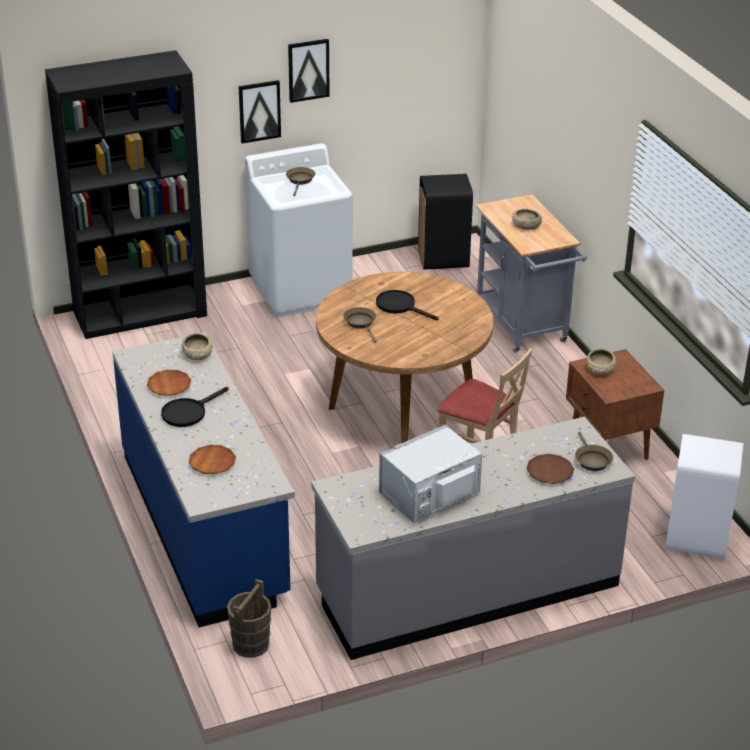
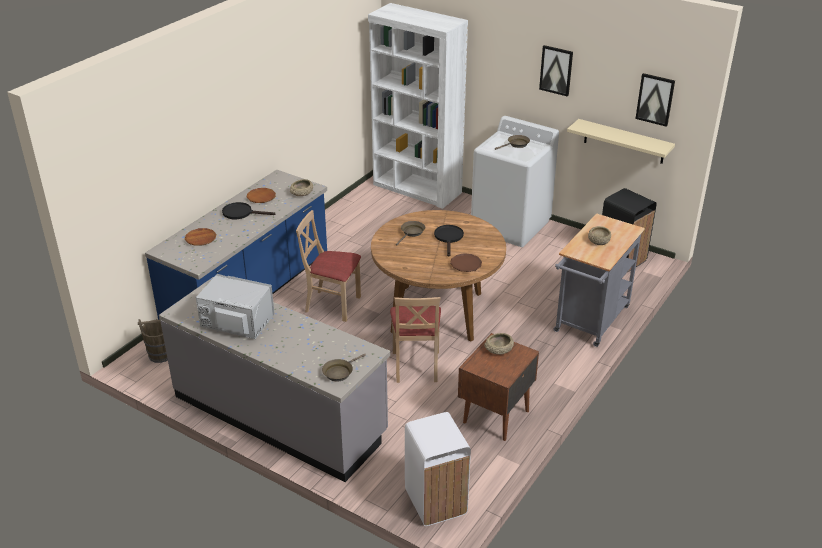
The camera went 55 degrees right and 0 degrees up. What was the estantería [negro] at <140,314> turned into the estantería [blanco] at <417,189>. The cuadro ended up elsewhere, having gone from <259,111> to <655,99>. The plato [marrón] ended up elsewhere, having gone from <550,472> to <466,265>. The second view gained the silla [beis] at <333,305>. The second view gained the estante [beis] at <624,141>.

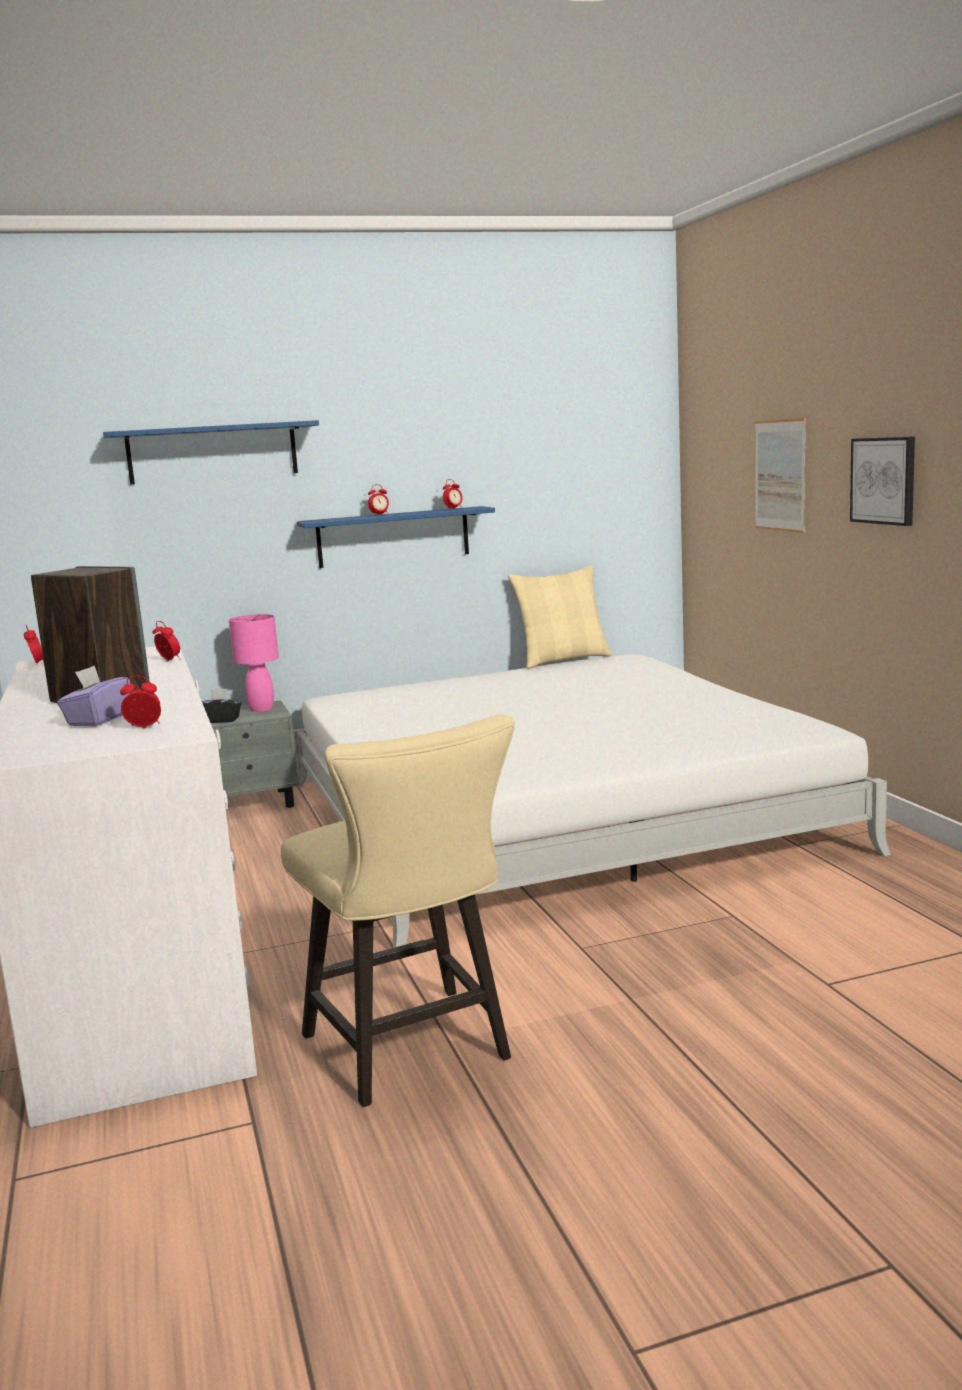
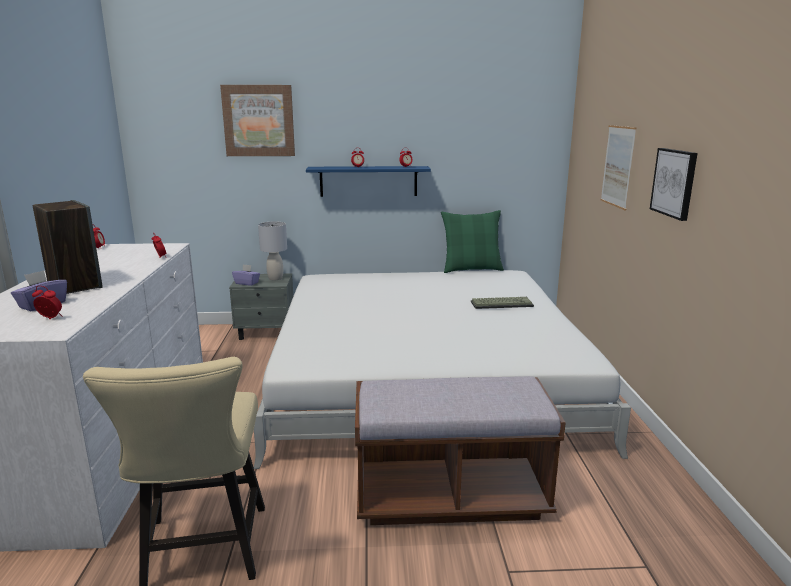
The camera went 15 degrees right and 5 degrees up. Where the estante [azul] hung at <212,452>, the cuadro came to hang at <259,121>. What was the caja de pañuelos [negro] at <220,720> turned into the caja de pañuelos [morado] at <247,283>. What was the lámpara de mesa [rosa] at <261,709> turned into the lámpara de mesa [gris] at <275,278>. What was the cojín [beis] at <563,660> turned into the cojín [verde] at <471,269>. The second view gained the banco [marrón] at <450,497>. The second view gained the teclado at <502,304>.

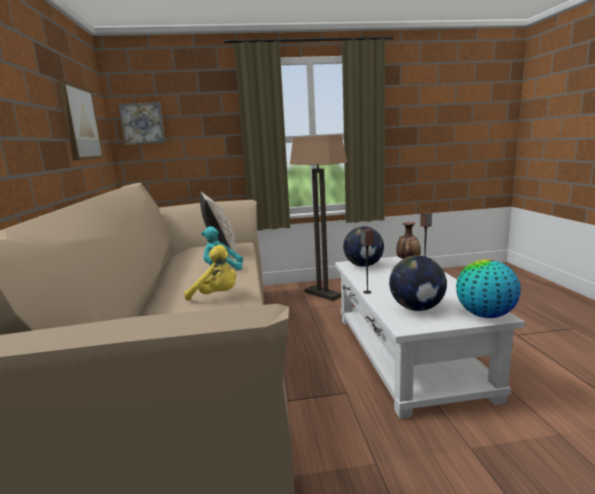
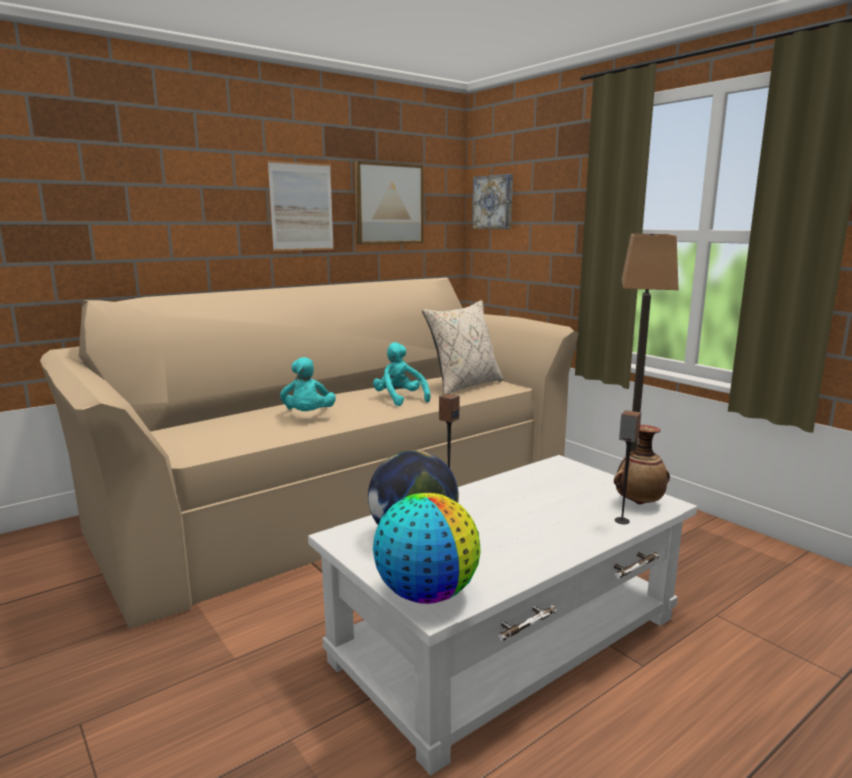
The camera went 60 degrees right and 0 degrees up. What was the peluche [amarillo] at <217,296> turned into the peluche [turquesa] at <308,416>. The second view lost the globo terráqueo at <363,265>. The second view gained the cuadro at <301,207>.

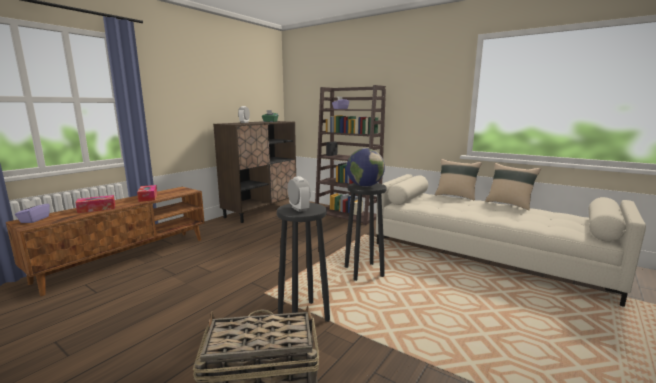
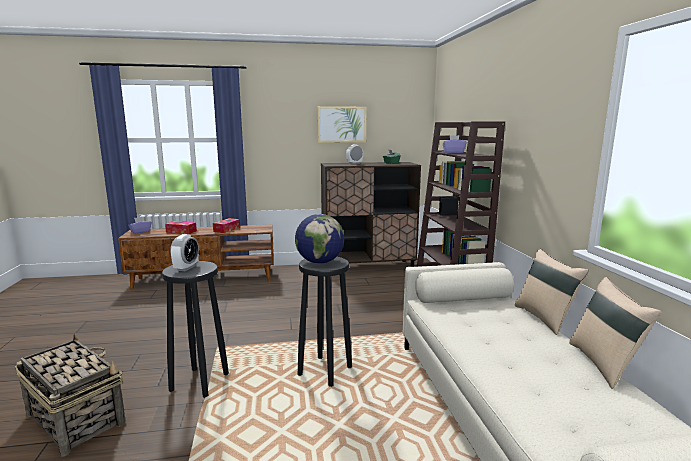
The camera went 45 degrees right and 0 degrees up. The second view gained the cuadro at <341,124>.

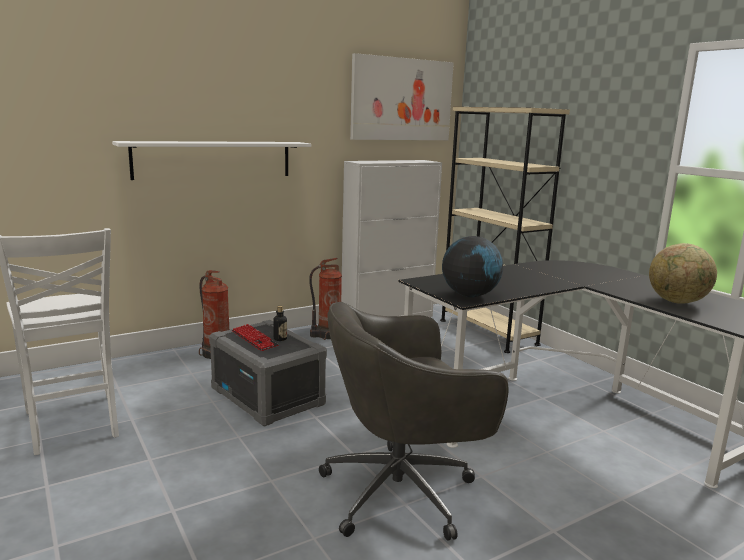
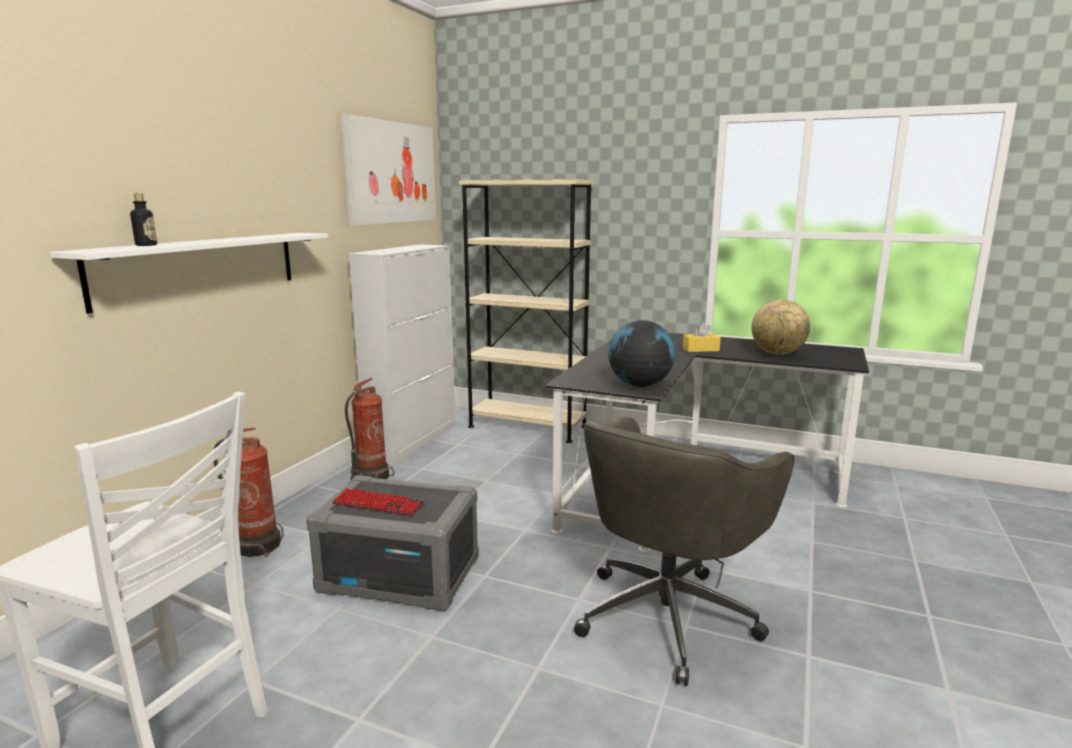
The camera went 35 degrees left and 0 degrees up. The botella ended up elsewhere, having gone from <280,339> to <146,245>. The second view gained the caja de pañuelos [amarillo] at <700,349>.

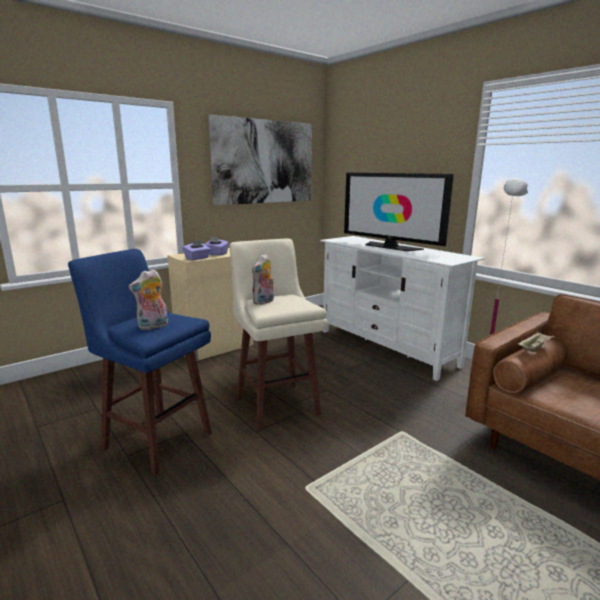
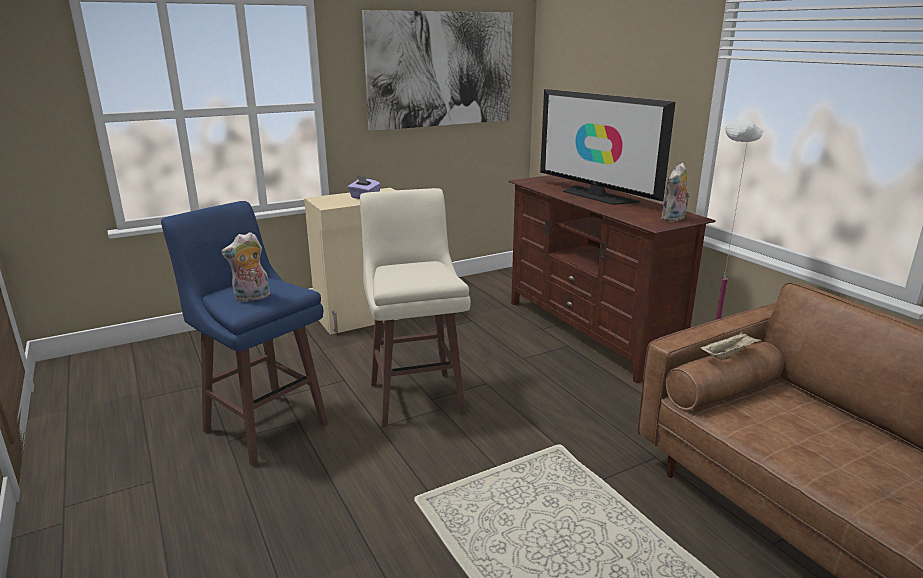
The camera went 10 degrees right and 5 degrees up. The second view lost the caja de pañuelos [morado] at <197,258>. The peluche ended up elsewhere, having gone from <264,302> to <674,219>. What was the mueble de televisión [blanco] at <387,347> turned into the mueble de televisión [marrón] at <589,332>.

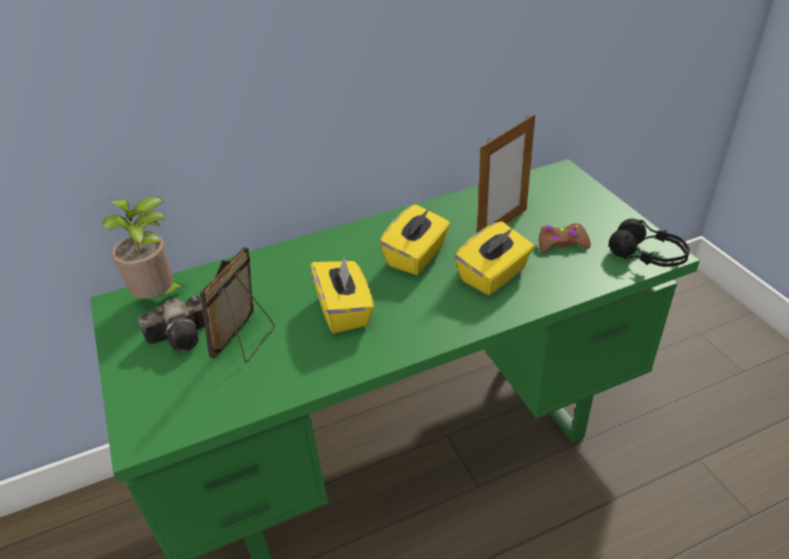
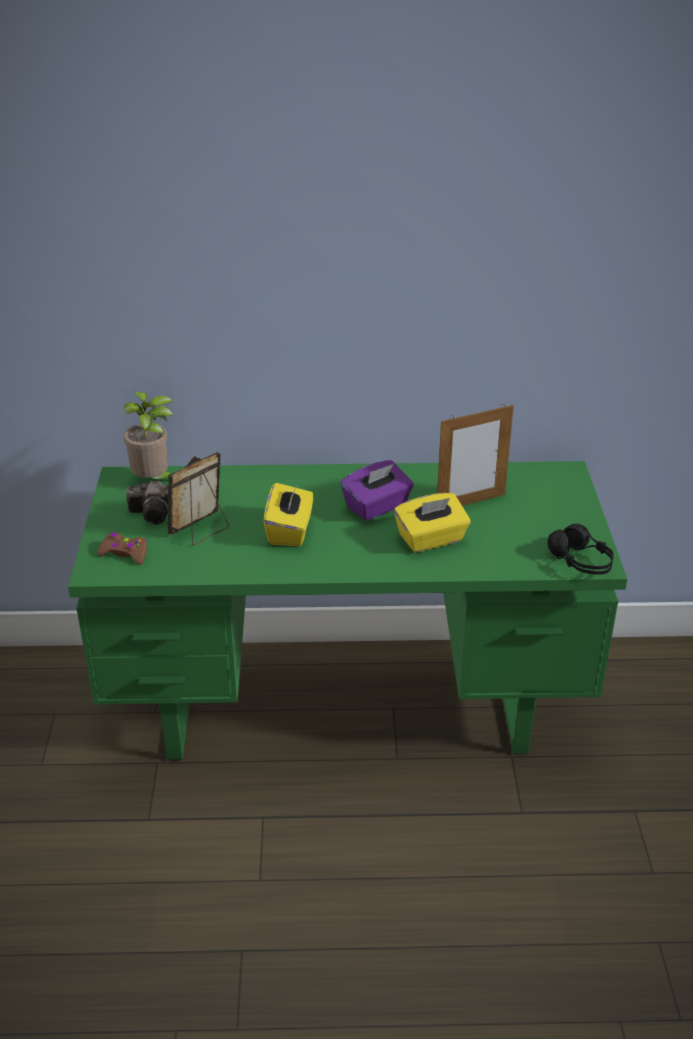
The camera went 20 degrees right and 5 degrees down. What was the caja de pañuelos [amarillo] at <416,256> turned into the caja de pañuelos [morado] at <377,507>. The mando de consola [marrón] ended up elsewhere, having gone from <561,243> to <124,553>.

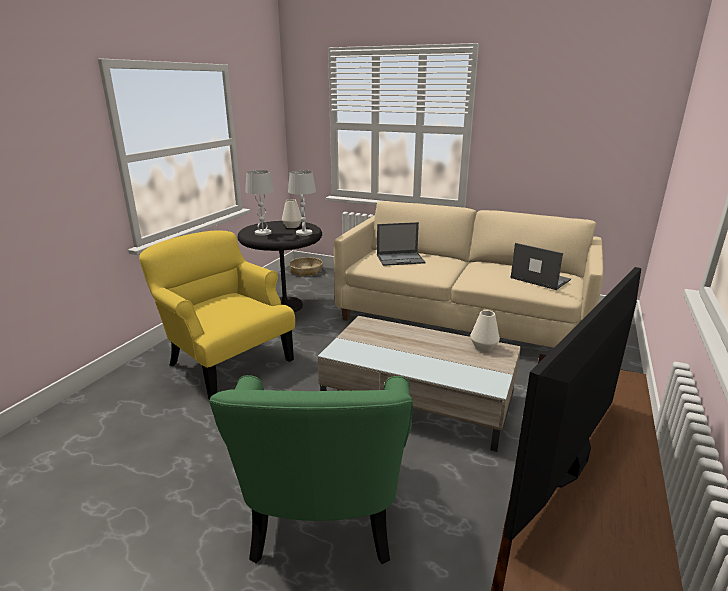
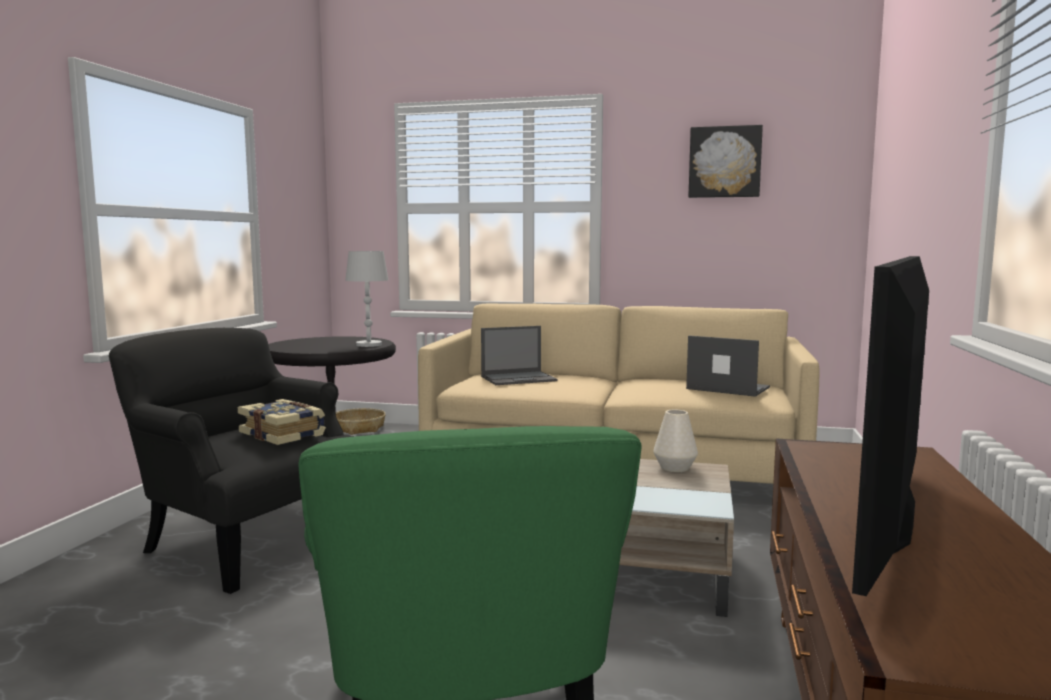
The camera went 10 degrees left and 15 degrees down. What was the sillón [amarillo] at <227,362> turned into the sillón [negro] at <248,541>. The second view lost the lámpara de mesa [blanco] at <263,233>. The second view lost the florero [blanco] at <292,226>. The second view gained the libro at <283,434>. The second view gained the cuadro at <724,162>.

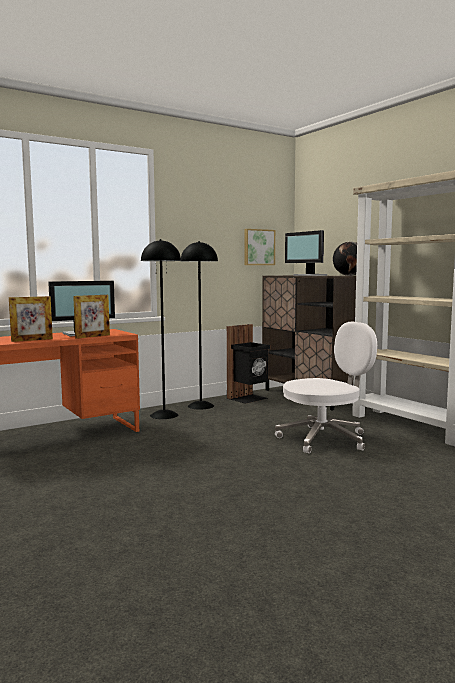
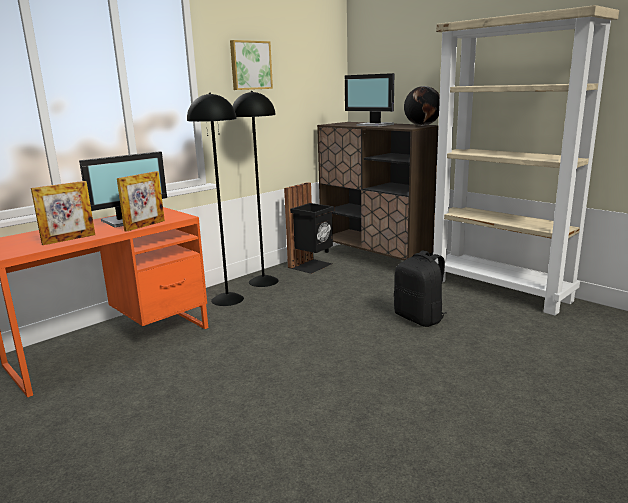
The camera went 10 degrees left and 10 degrees up. The cuadro ended up elsewhere, having gone from <258,247> to <250,65>. Where the silla de oficina [blanco] stood at <324,439>, the mochila [negro] came to stand at <419,318>.

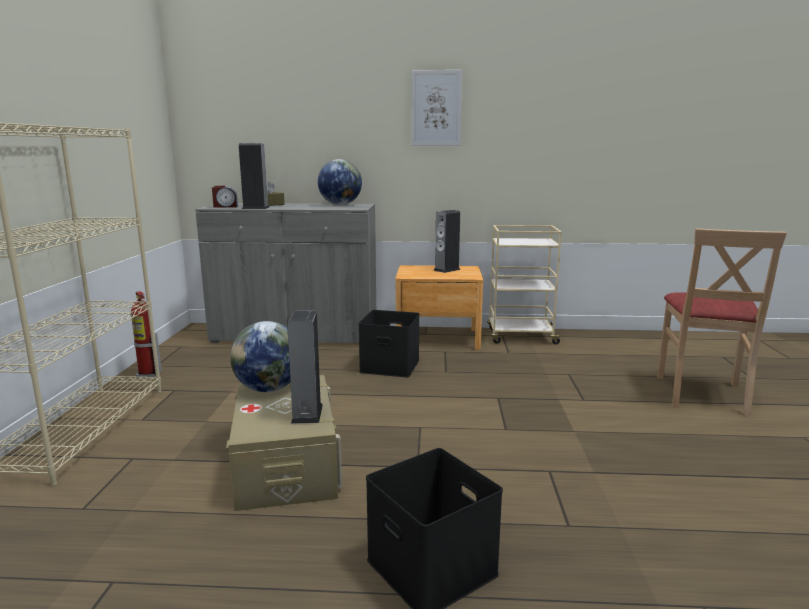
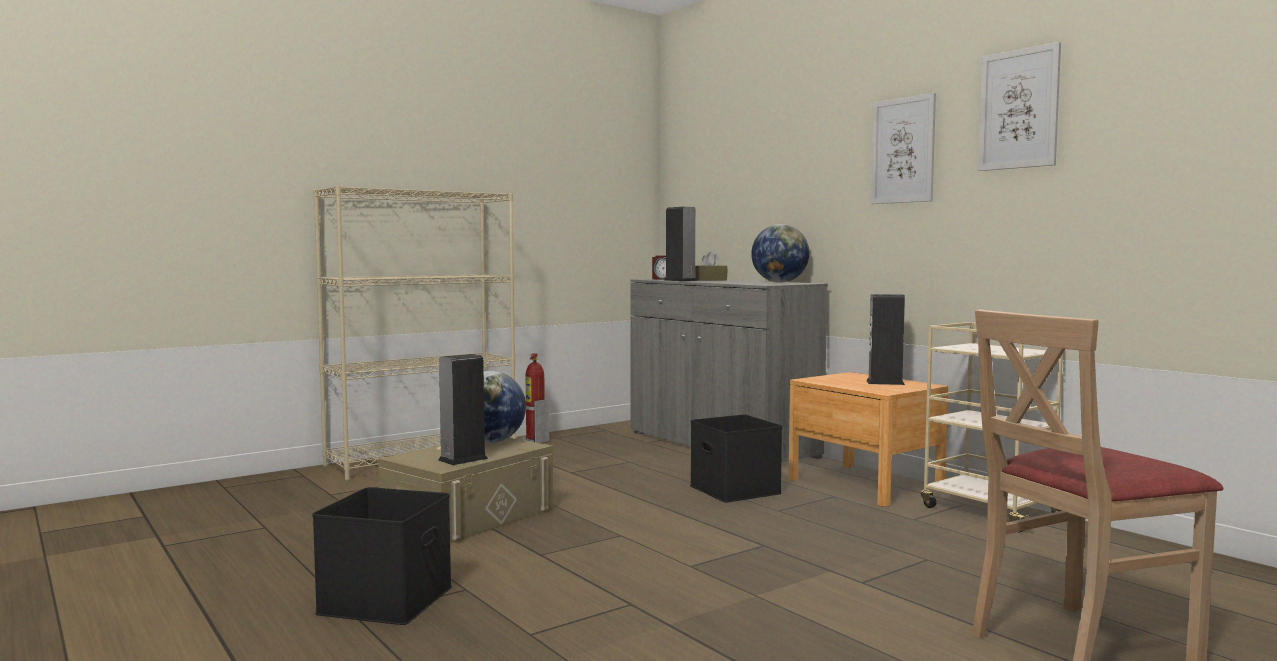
The camera went 50 degrees right and 10 degrees down. The second view gained the cuadro at <1018,109>.

